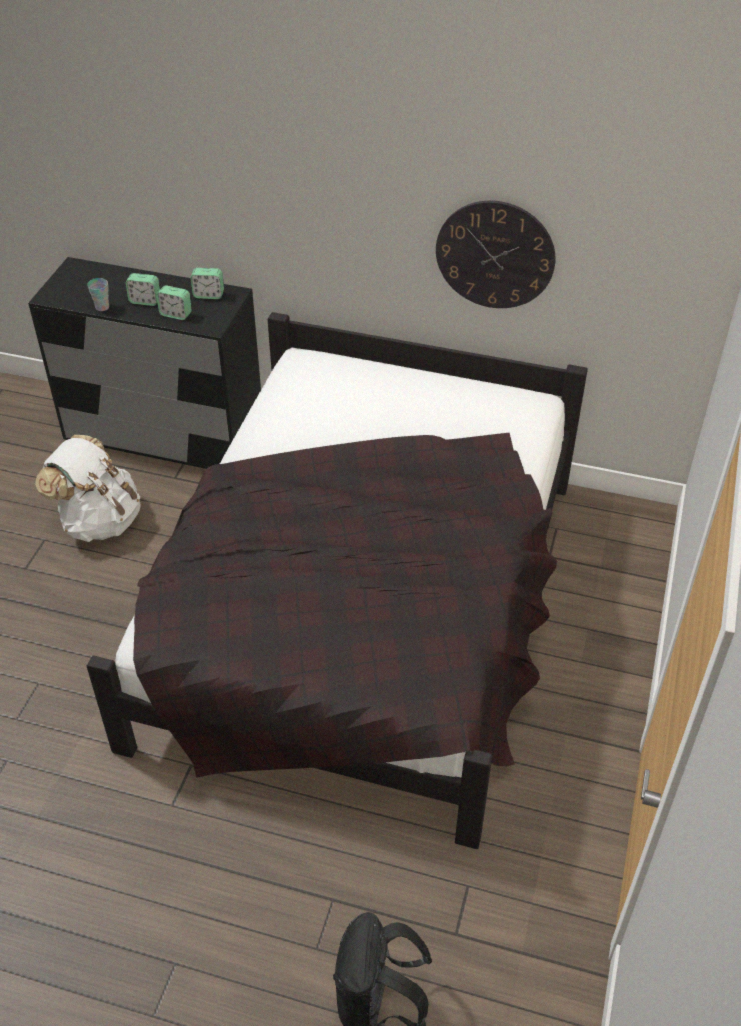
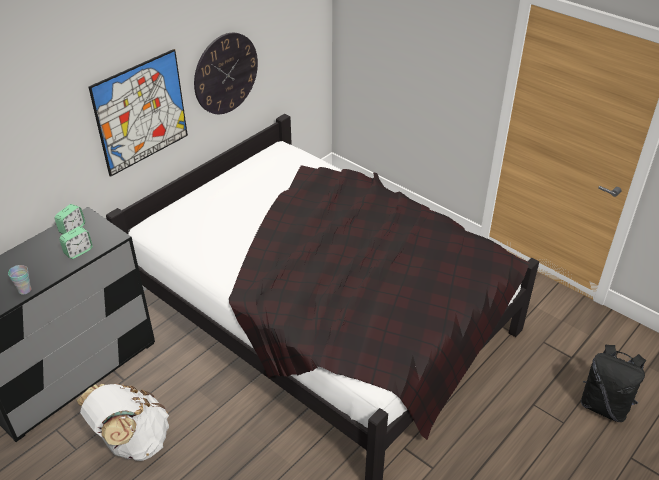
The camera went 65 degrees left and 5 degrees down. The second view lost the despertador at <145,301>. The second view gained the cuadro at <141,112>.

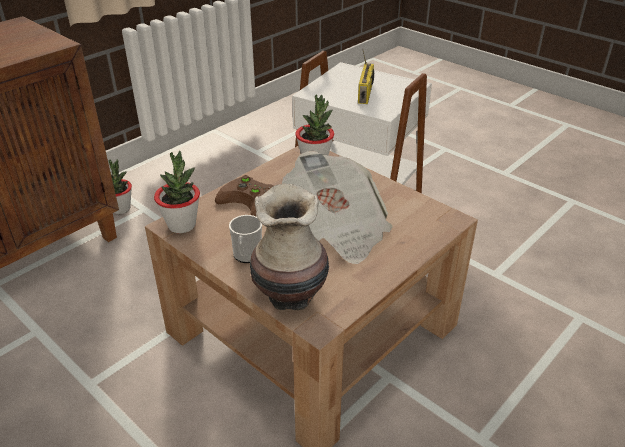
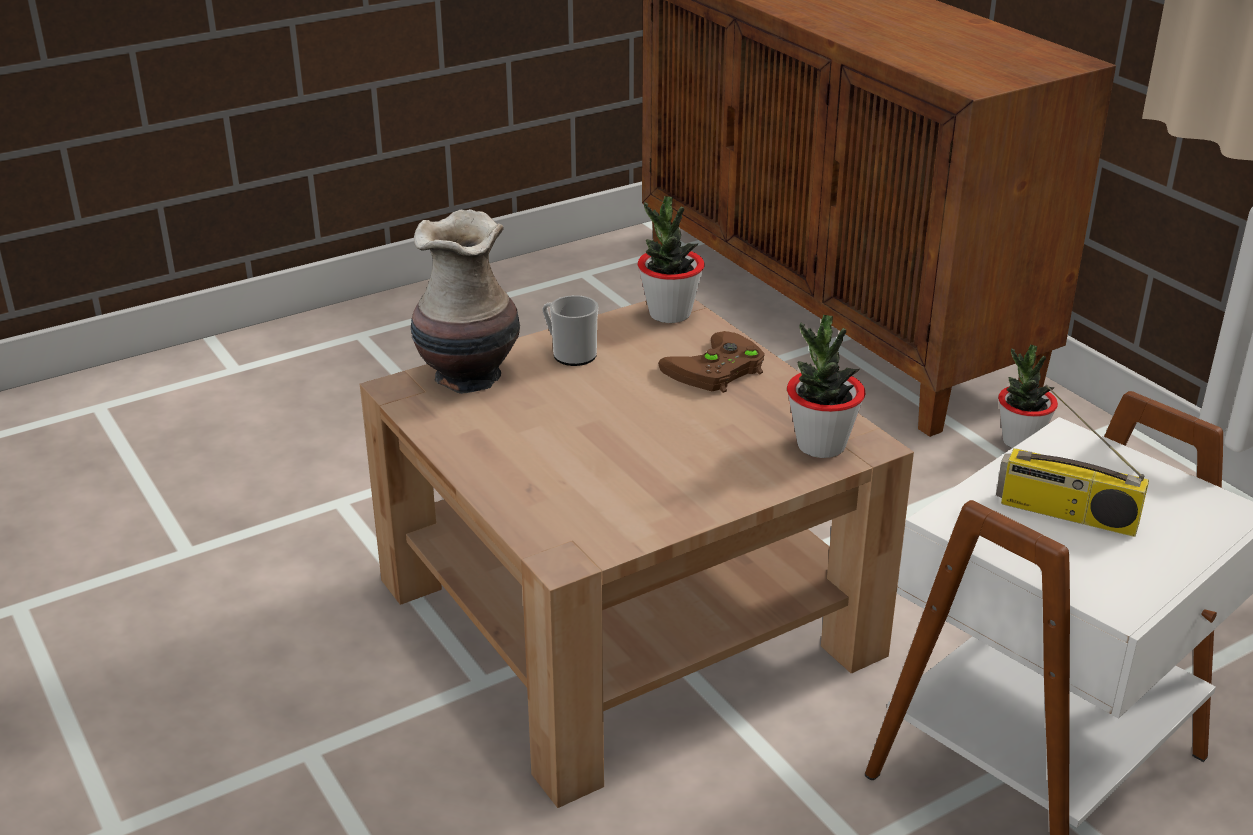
The camera went 105 degrees right and 5 degrees down. The second view lost the periódico at <337,229>.

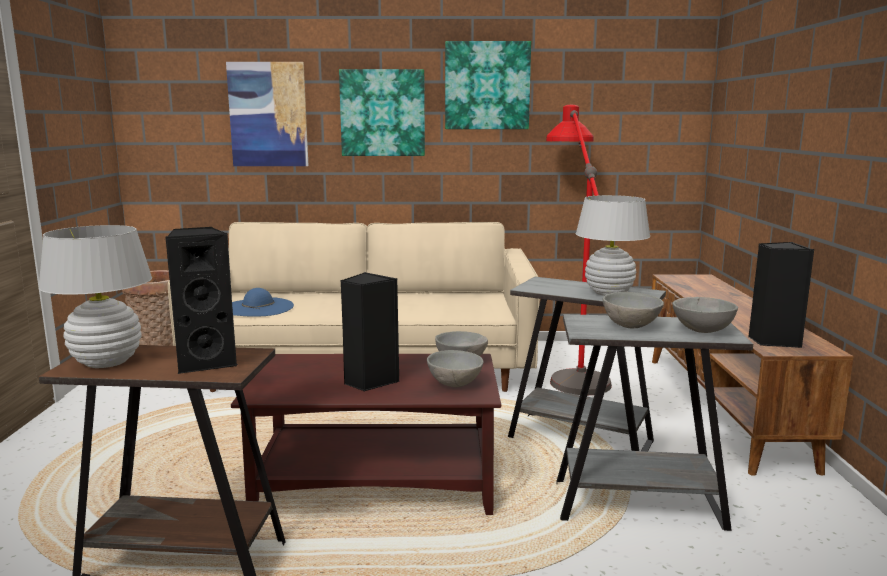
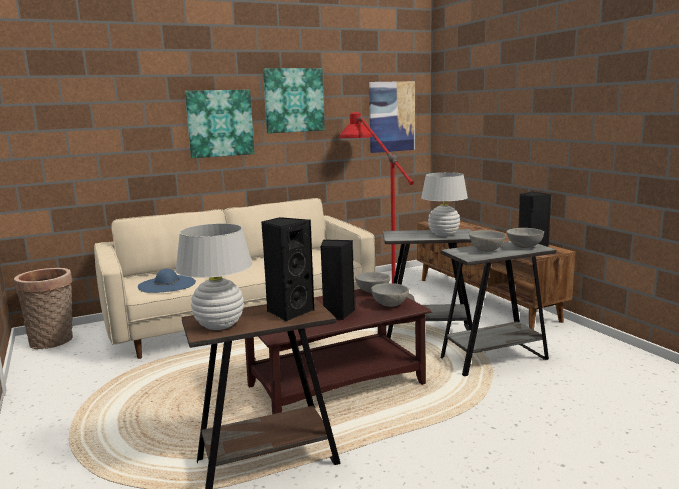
The camera went 25 degrees left and 0 degrees up. The cuadro ended up elsewhere, having gone from <268,114> to <392,116>.

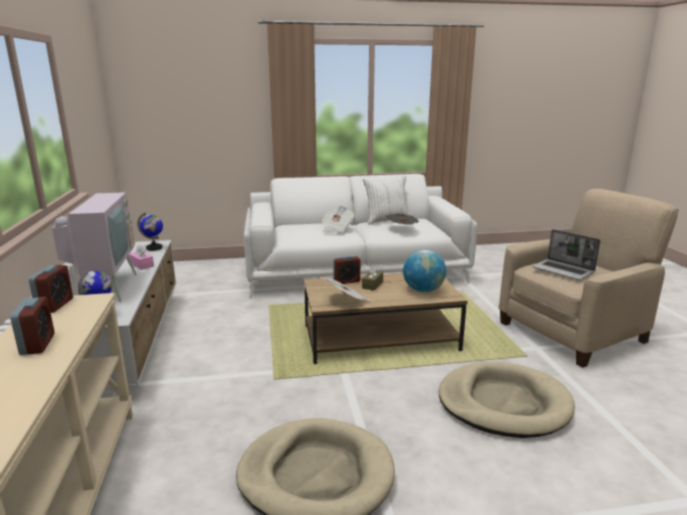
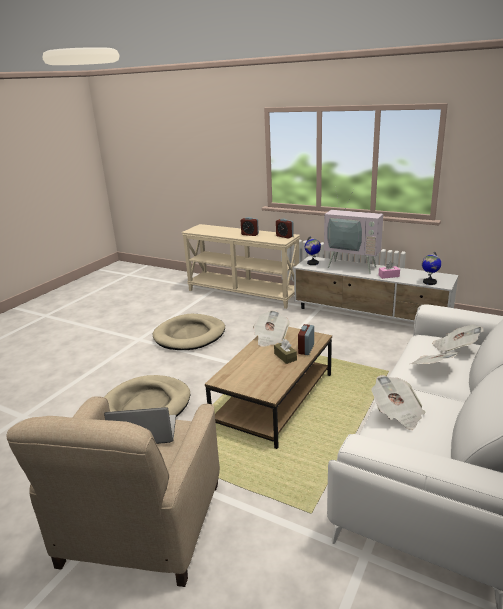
The camera went 130 degrees right and 5 degrees up. The second view lost the cojín [blanco] at <386,220>. The second view lost the globo terráqueo at <423,290>. The second view gained the periódico at <454,348>.

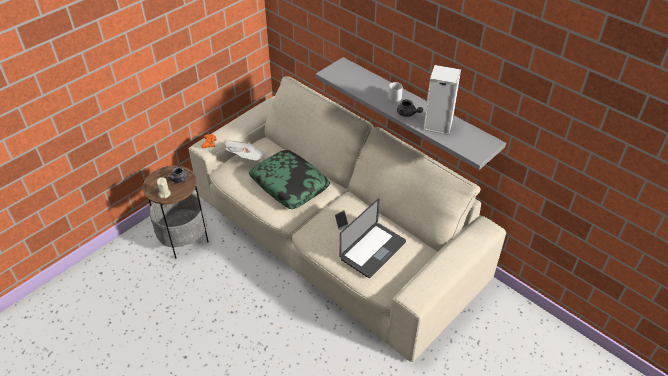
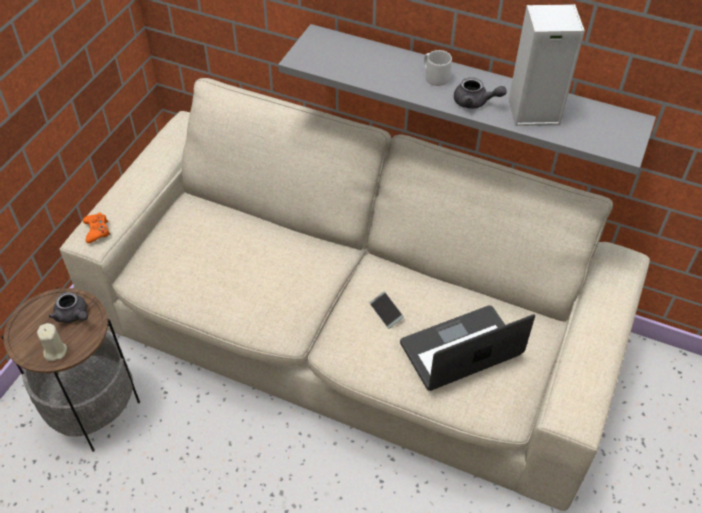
The camera went 20 degrees left and 5 degrees up. The second view lost the periódico at <247,158>. The second view lost the cojín at <290,185>. The portátil at <373,250> ended up facing another way, 135 degrees counterclockwise from before.

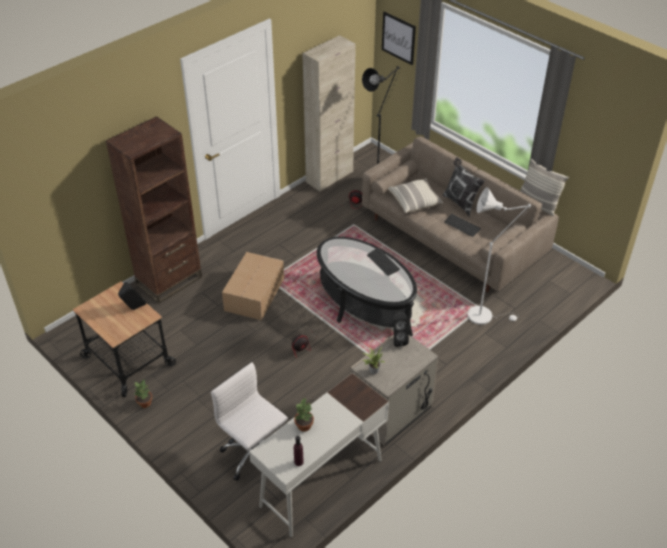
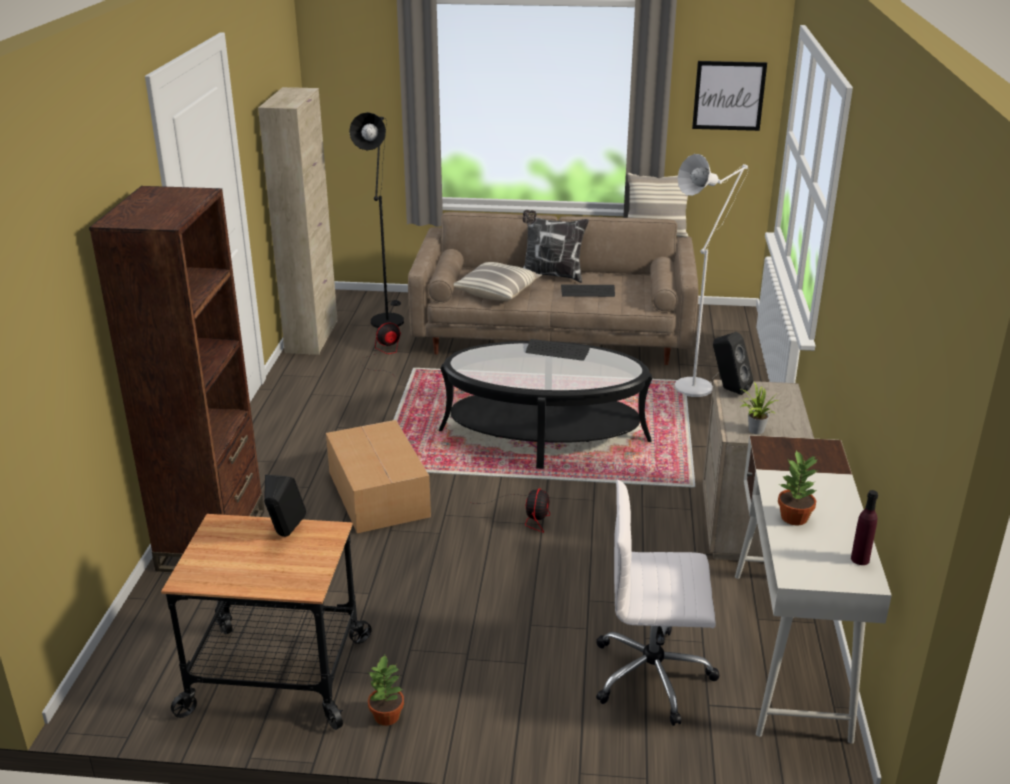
The camera went 40 degrees left and 15 degrees down. The cuadro ended up elsewhere, having gone from <398,38> to <728,95>.

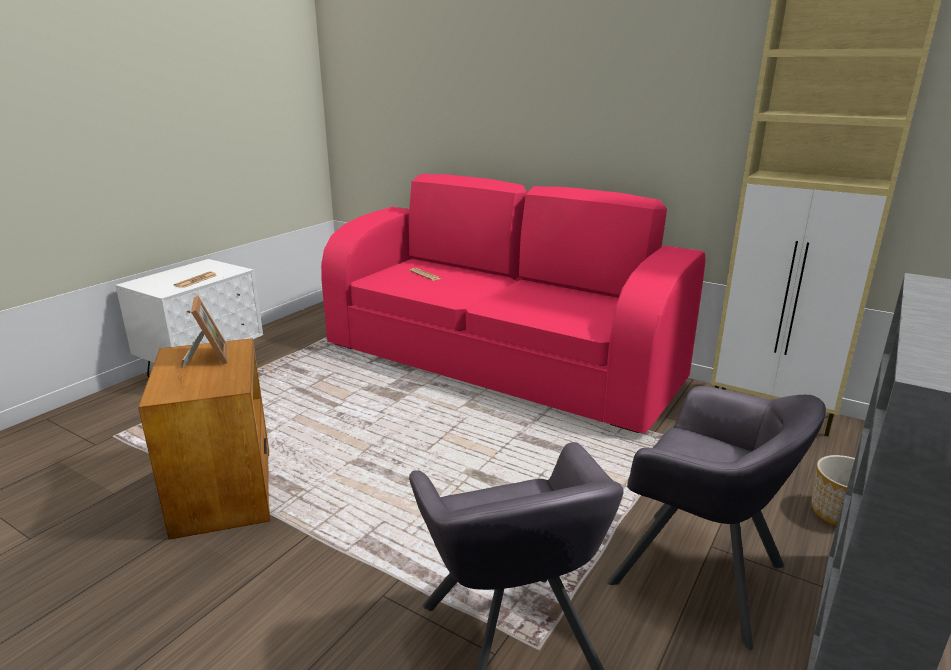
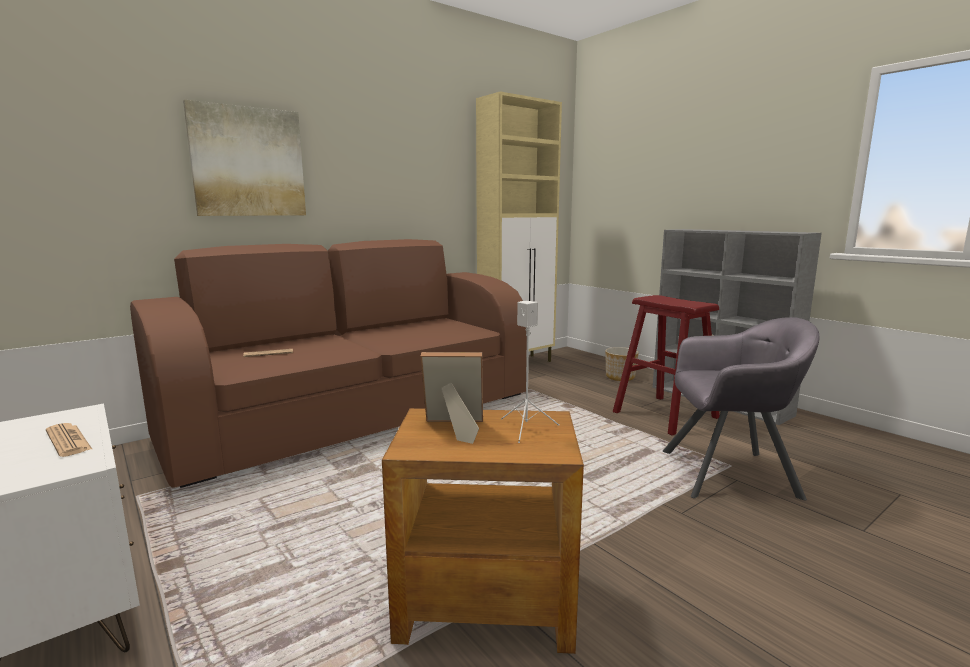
The camera went 70 degrees left and 10 degrees down. What was the sofá [rosa] at <498,363> turned into the sofá [marrón] at <359,416>. Where the sillón [gris] stood at <698,575>, the taburete [rojo] came to stand at <665,414>. The second view gained the cuadro at <248,162>. The second view gained the altavoz [blanco] at <527,428>.

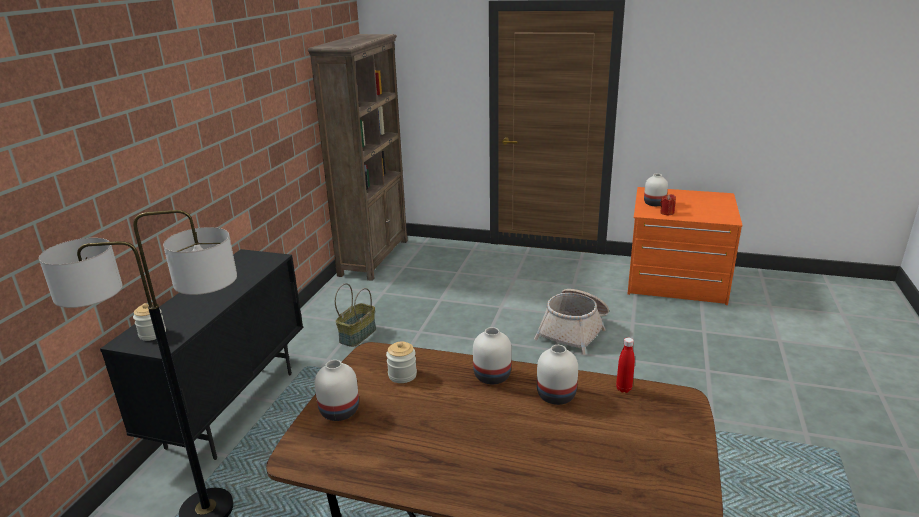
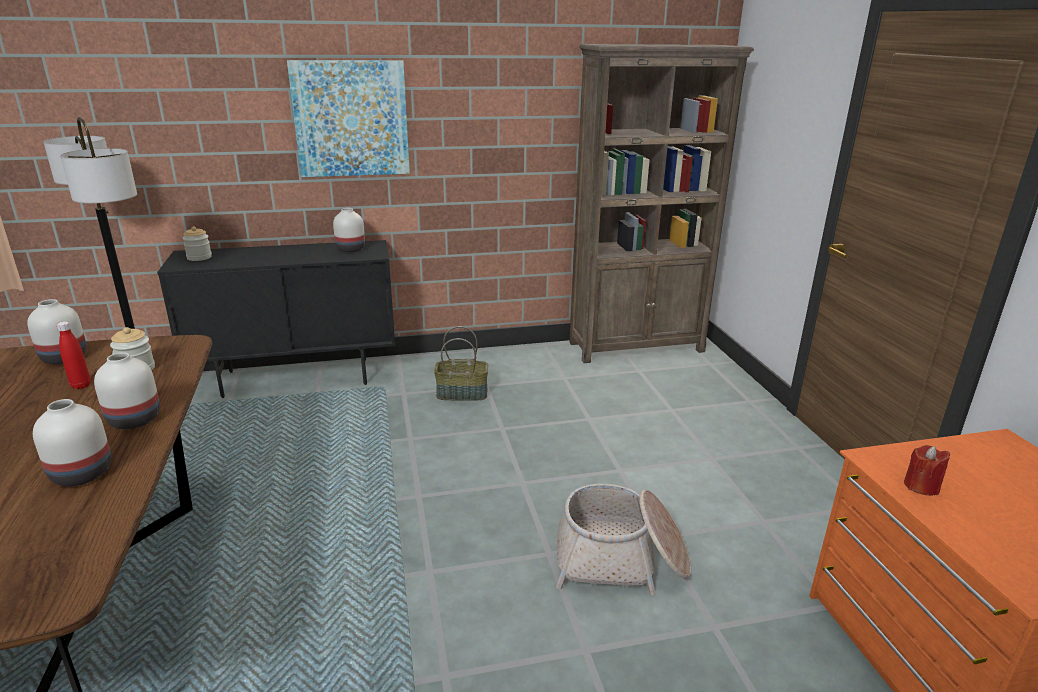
The camera went 60 degrees right and 0 degrees up. The botella [rojo] ended up elsewhere, having gone from <623,389> to <81,385>. The florero [blanco] ended up elsewhere, having gone from <655,203> to <351,249>. The second view gained the cuadro at <351,119>.

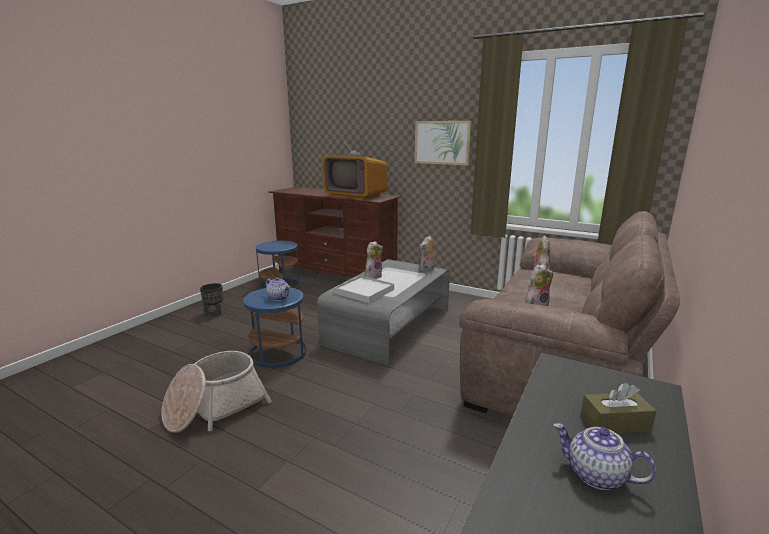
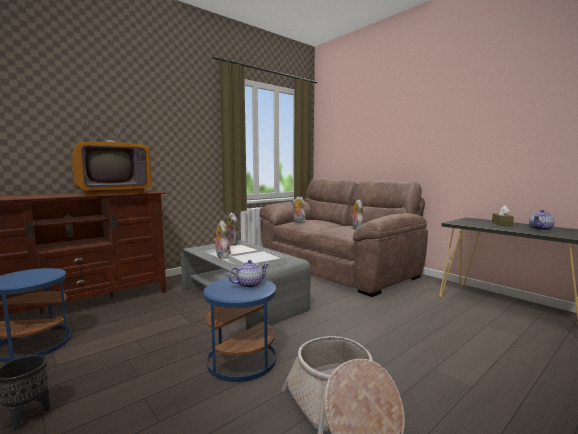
The camera went 70 degrees left and 10 degrees down. The second view lost the cuadro at <442,142>.

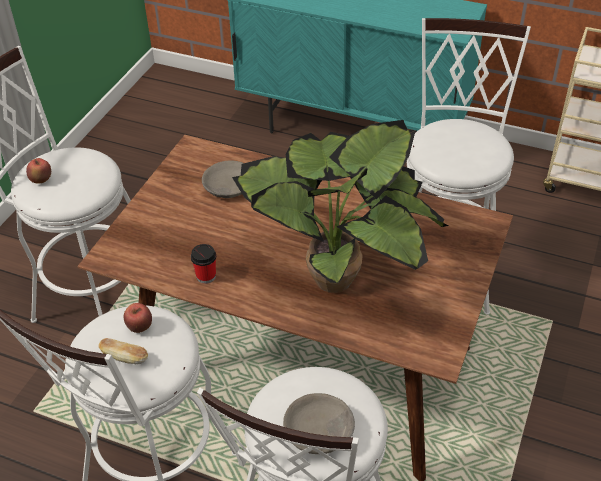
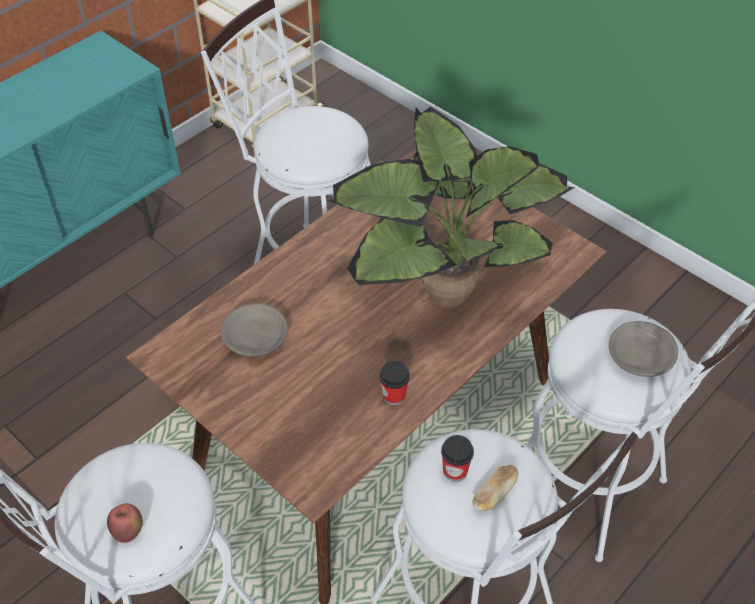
The camera went 70 degrees left and 5 degrees up. Where the manzana stood at <140,327>, the taza came to stand at <455,471>.

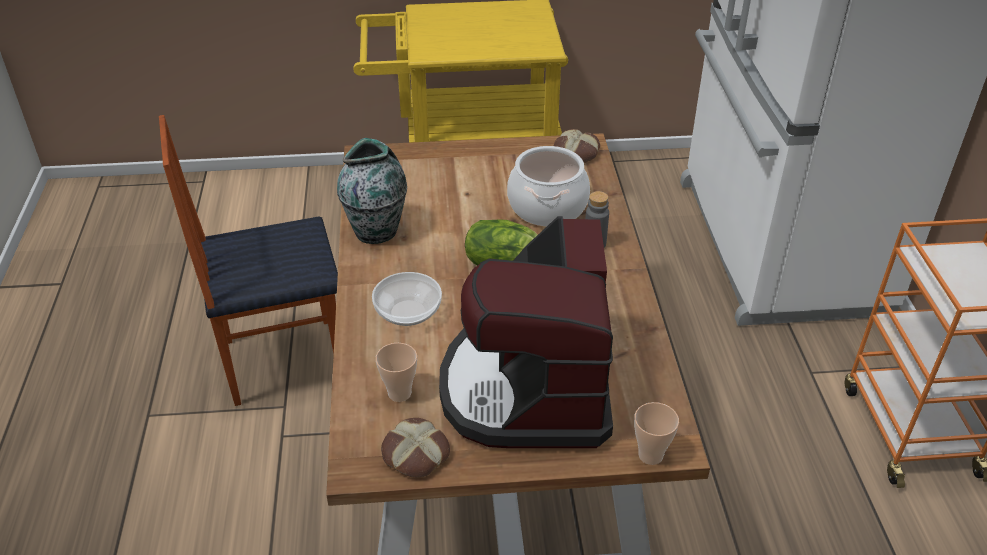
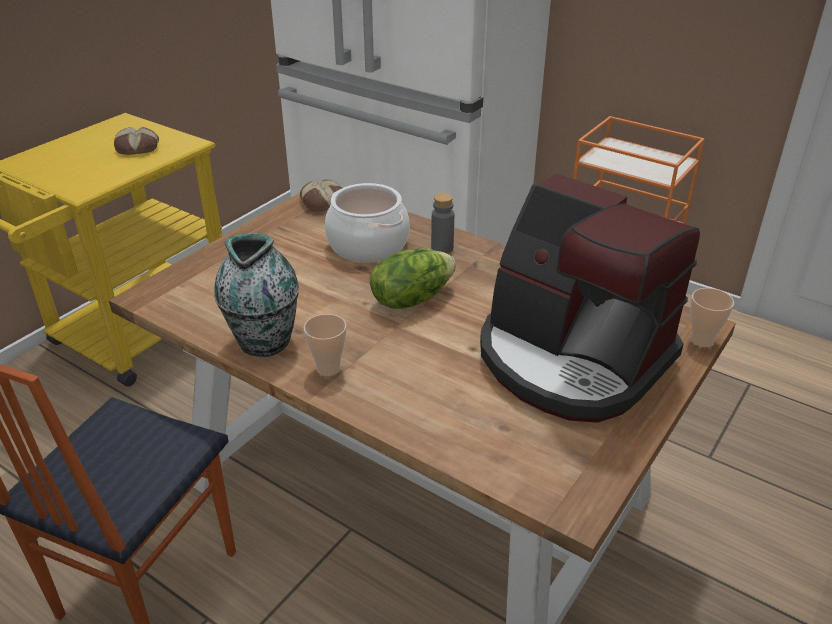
The camera went 50 degrees left and 5 degrees down. The second view lost the cuenco at <409,313>. The taza ended up elsewhere, having gone from <399,393> to <328,368>. The pan ended up elsewhere, having gone from <414,454> to <137,148>.

